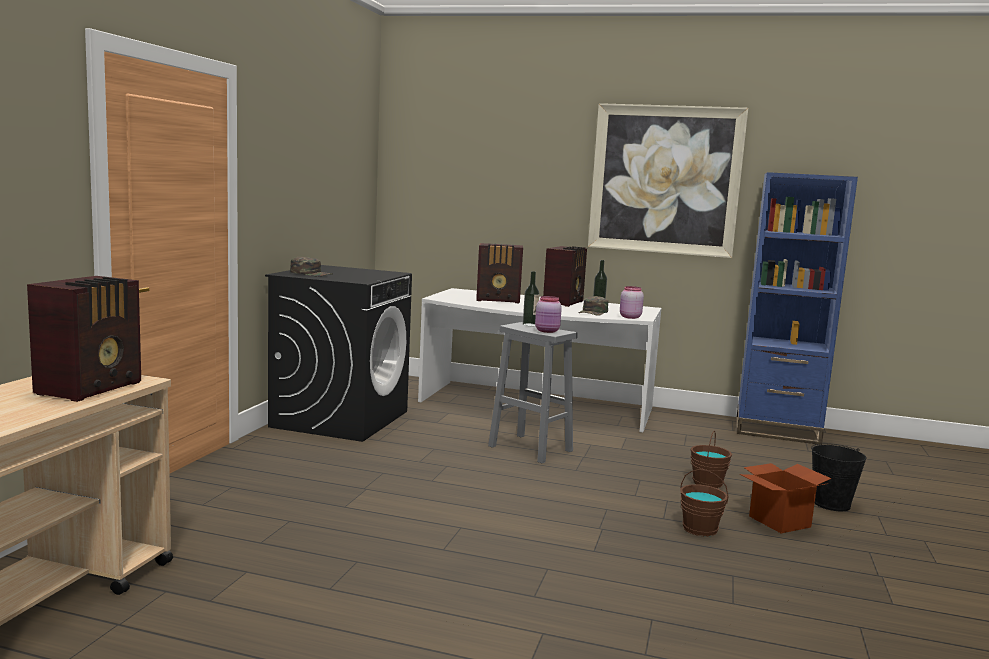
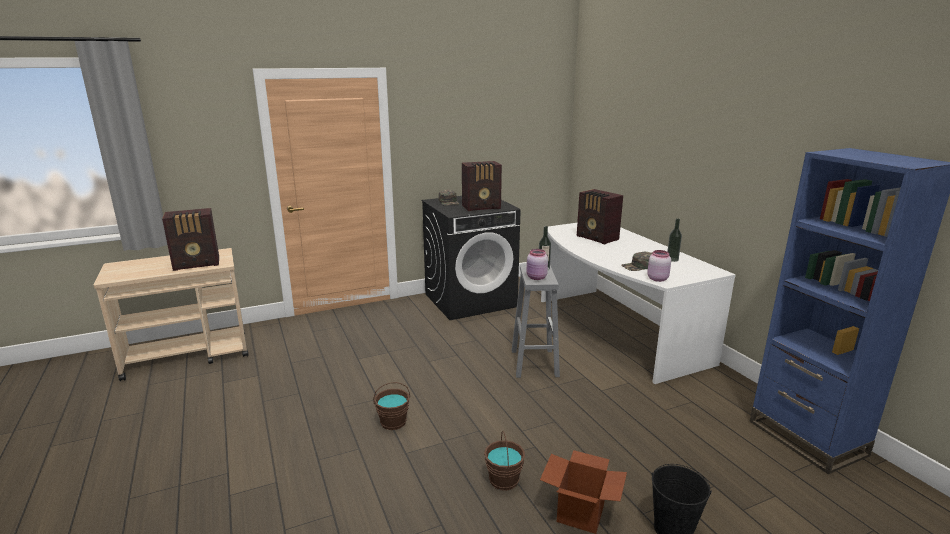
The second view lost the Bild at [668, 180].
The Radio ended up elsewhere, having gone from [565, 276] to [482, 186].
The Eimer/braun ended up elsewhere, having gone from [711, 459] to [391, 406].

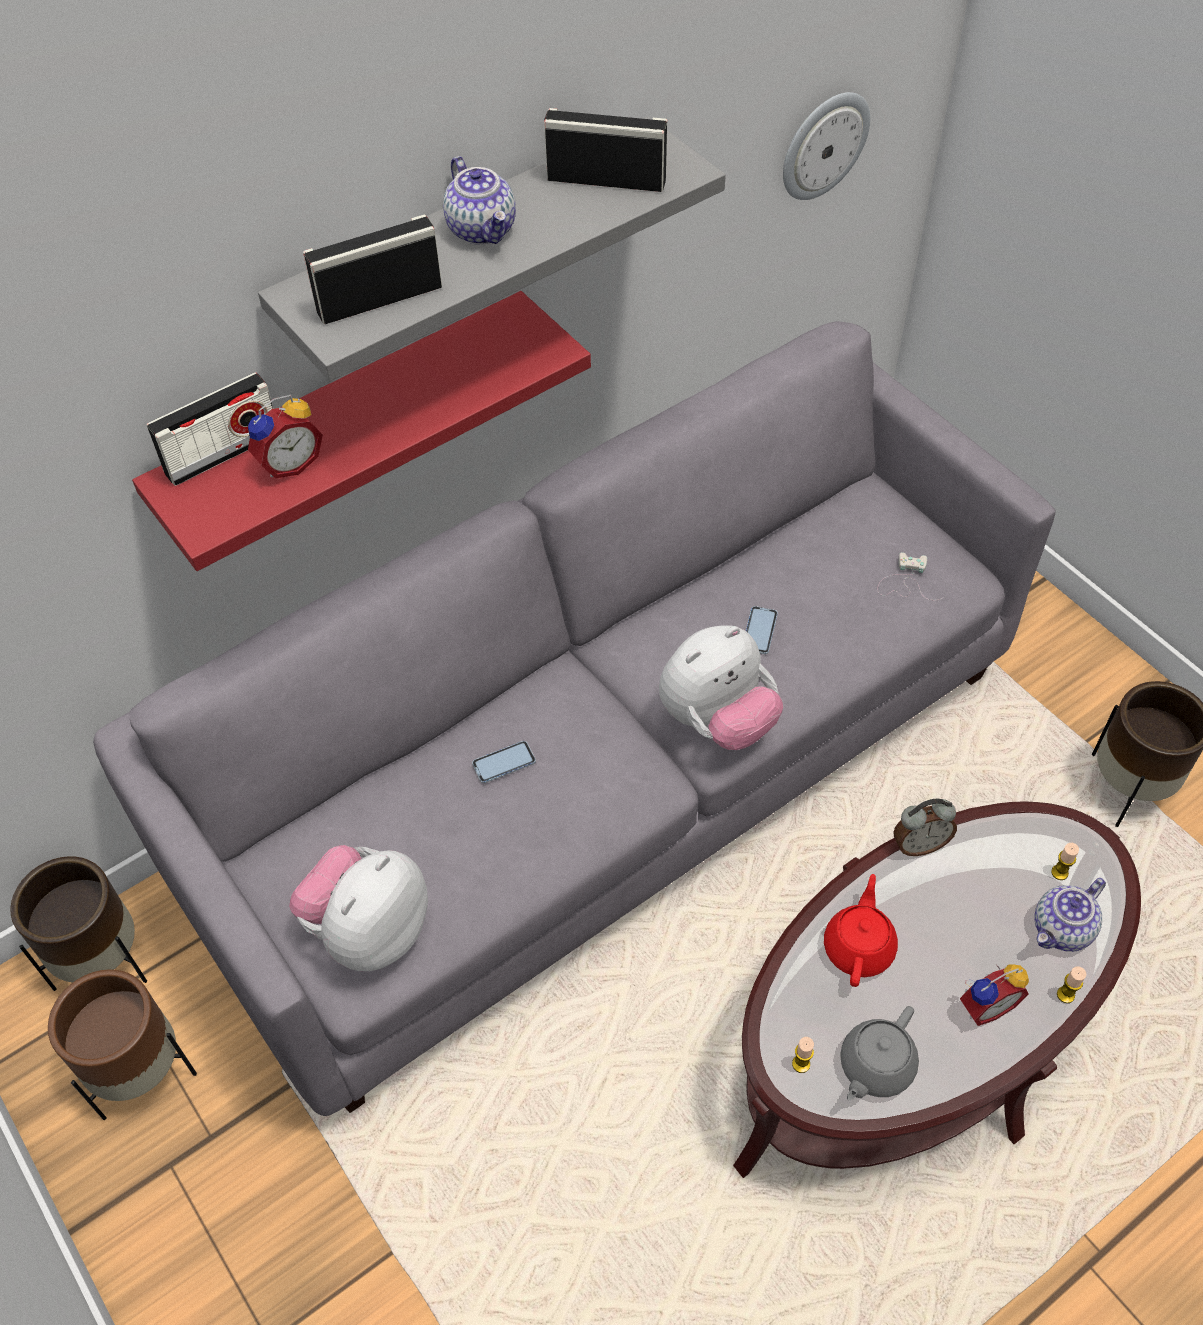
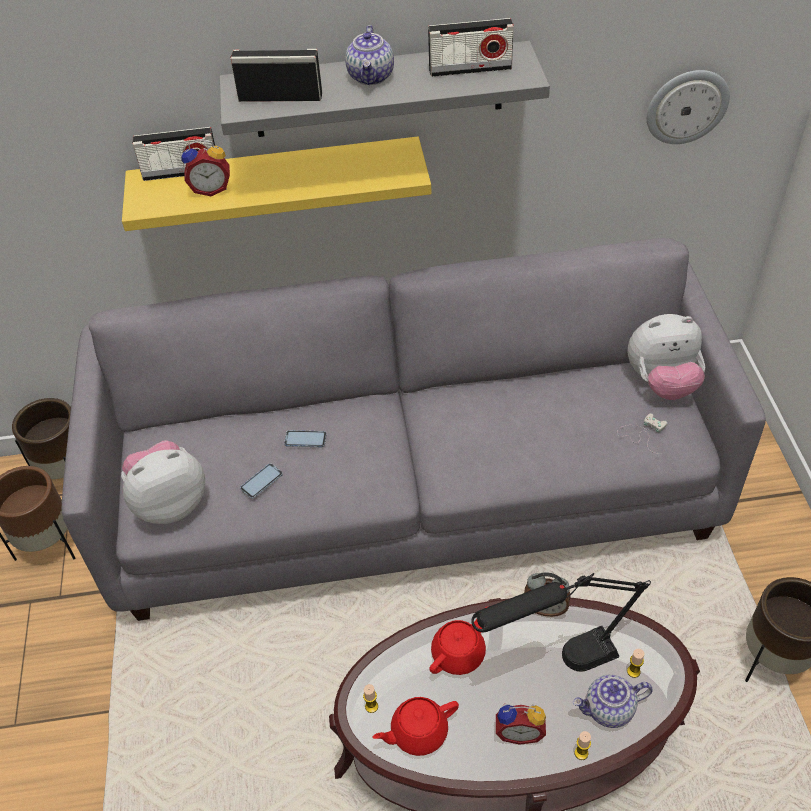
The Radio at [605, 150] ended up facing another way, 135 degrees clockwise from before.
What was the Wandregal/rot at [361, 431] turned into the Wandregal/gelb at [276, 184].
The Handy ended up elsewhere, having gone from [762, 630] to [261, 481].
The Plüschtier ended up elsewhere, having gone from [721, 687] to [666, 357].
What was the Teekanne/grau at [879, 1053] turned into the Teekanne/rot at [415, 726].
The second view gained the Tischlampe/schwarz at [561, 622].

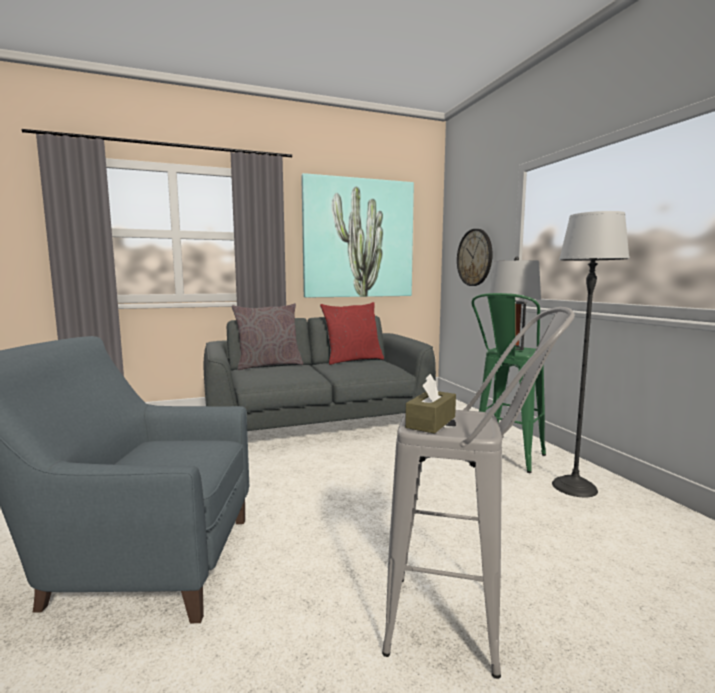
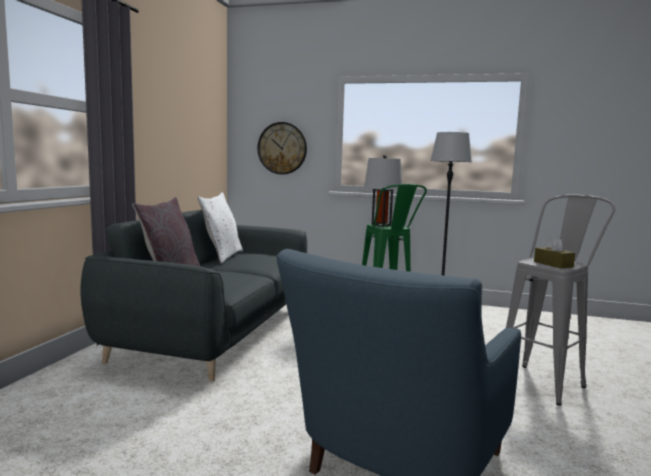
The second view lost the Bild at [357, 235].
What was the Kissen/rot at [352, 333] turned into the Kissen/weiß at [220, 227].

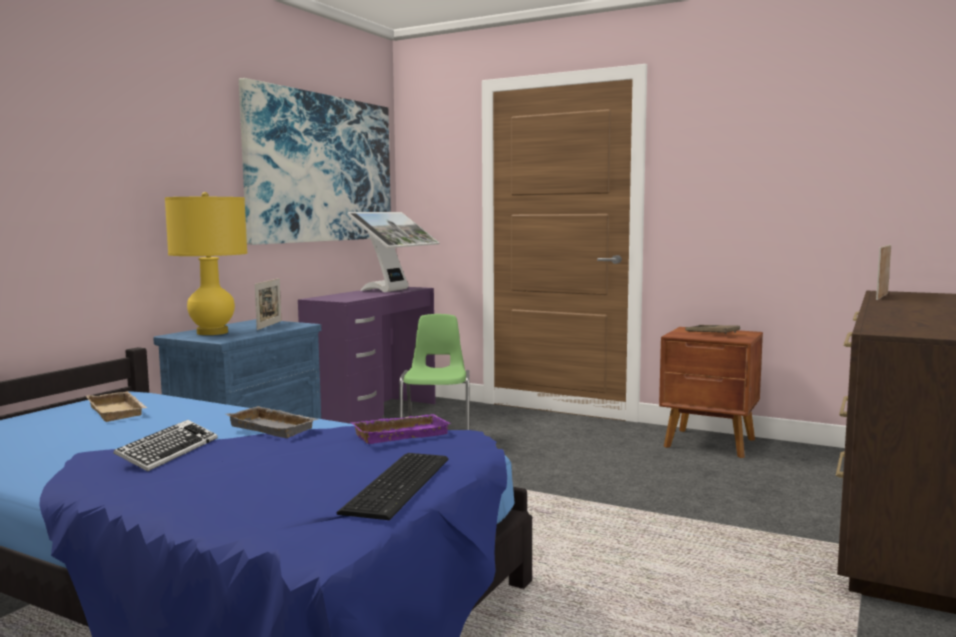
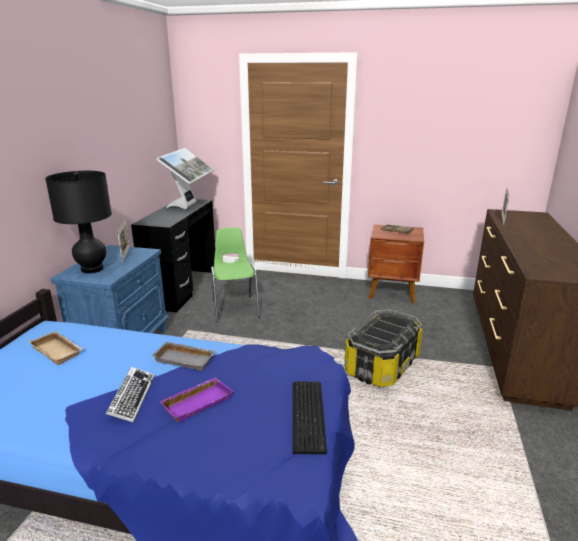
The second view lost the Bild at [315, 161].
What was the Tischlampe/gelb at [206, 263] turned into the Tischlampe/schwarz at [78, 222].
What was the Schreibtisch/lila at [366, 355] turned into the Schreibtisch/schwarz at [173, 255].
The Tablett/lila ended up elsewhere, having gone from [401, 429] to [196, 400].
The second view gained the Aufbewahrungsbox at [383, 348].

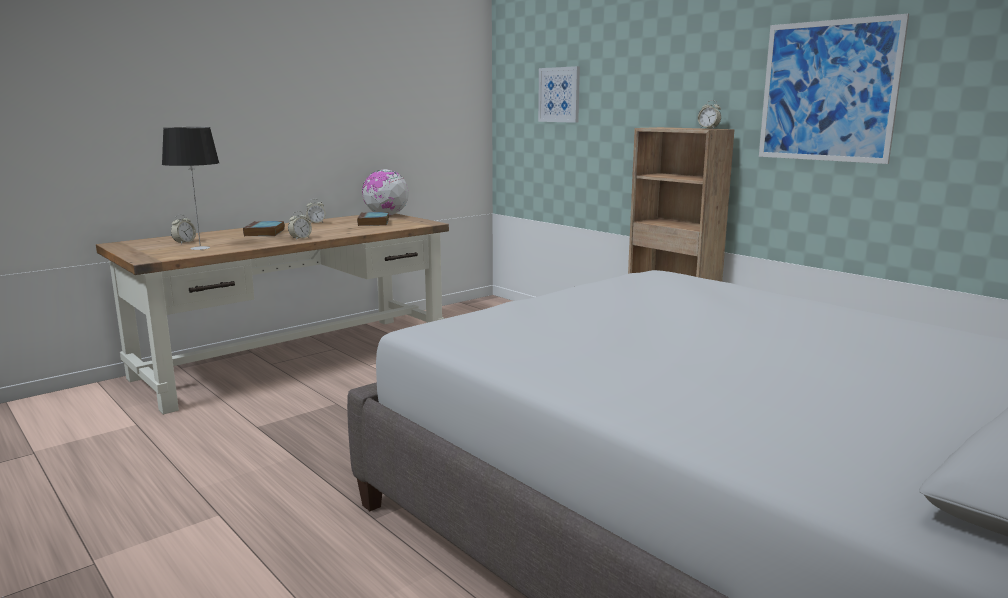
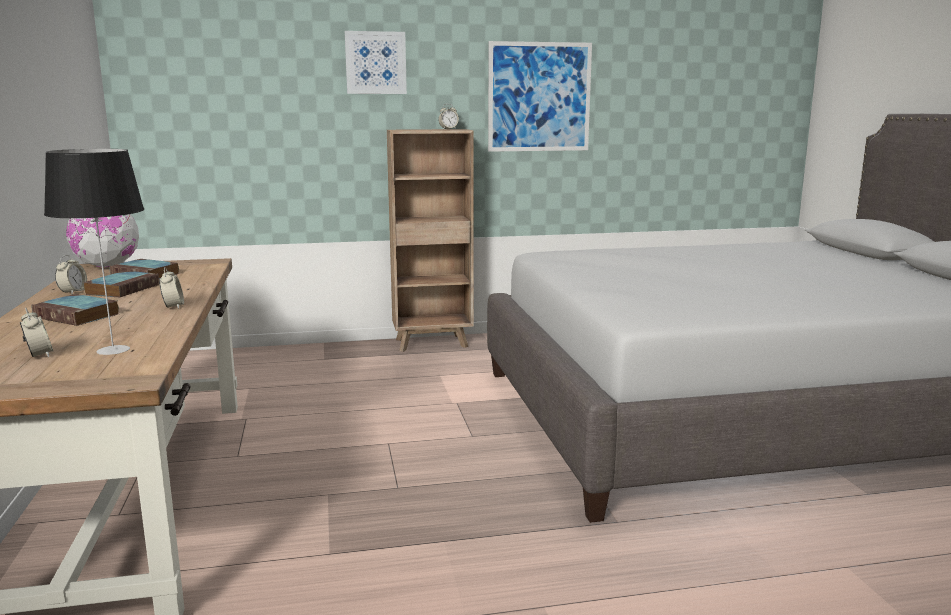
The Bild ended up elsewhere, having gone from [559, 94] to [376, 62].
The second view gained the Buch at [121, 284].

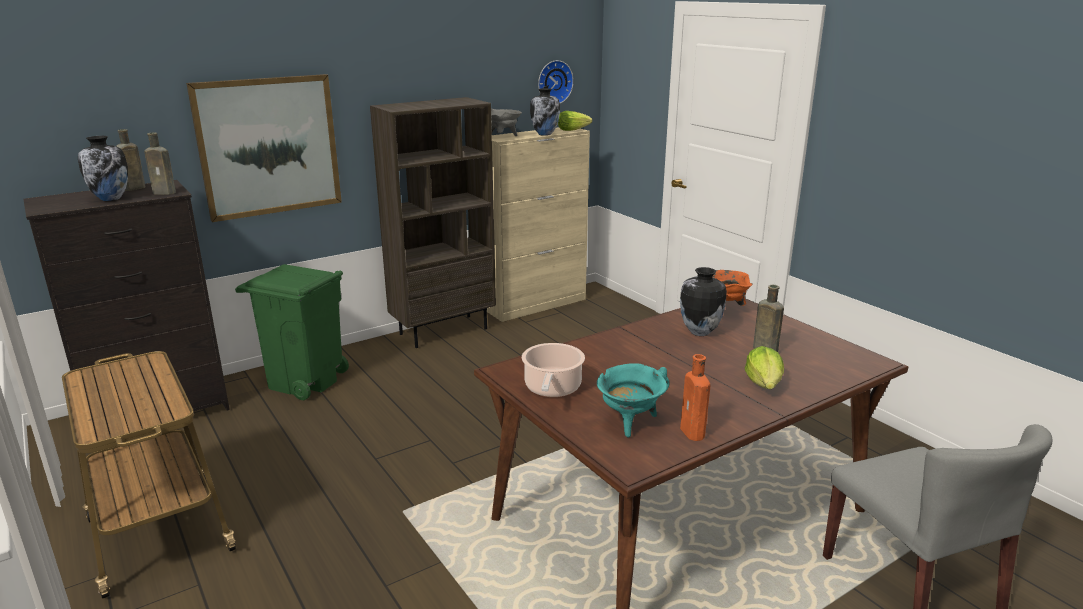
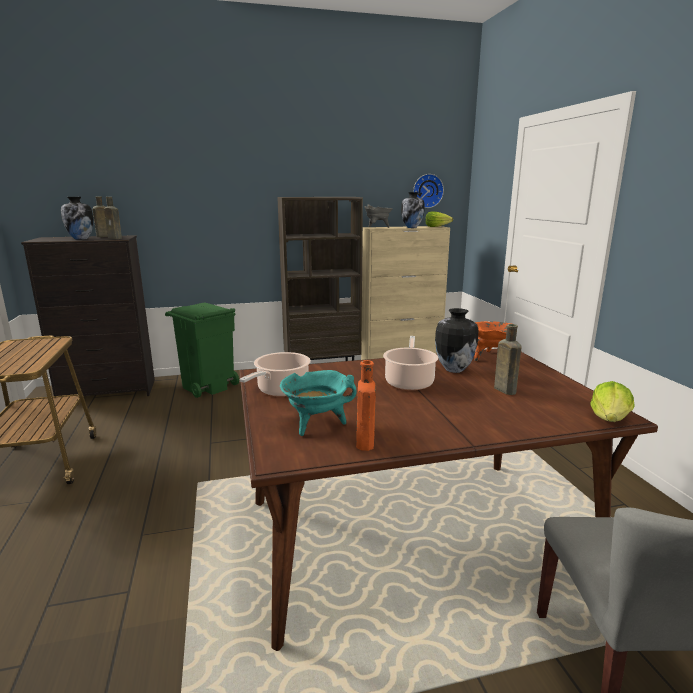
The second view lost the Bild at [264, 148].
The Salatkopf ended up elsewhere, having gone from [764, 367] to [612, 401].
The second view gained the Kochtopf at [410, 363].

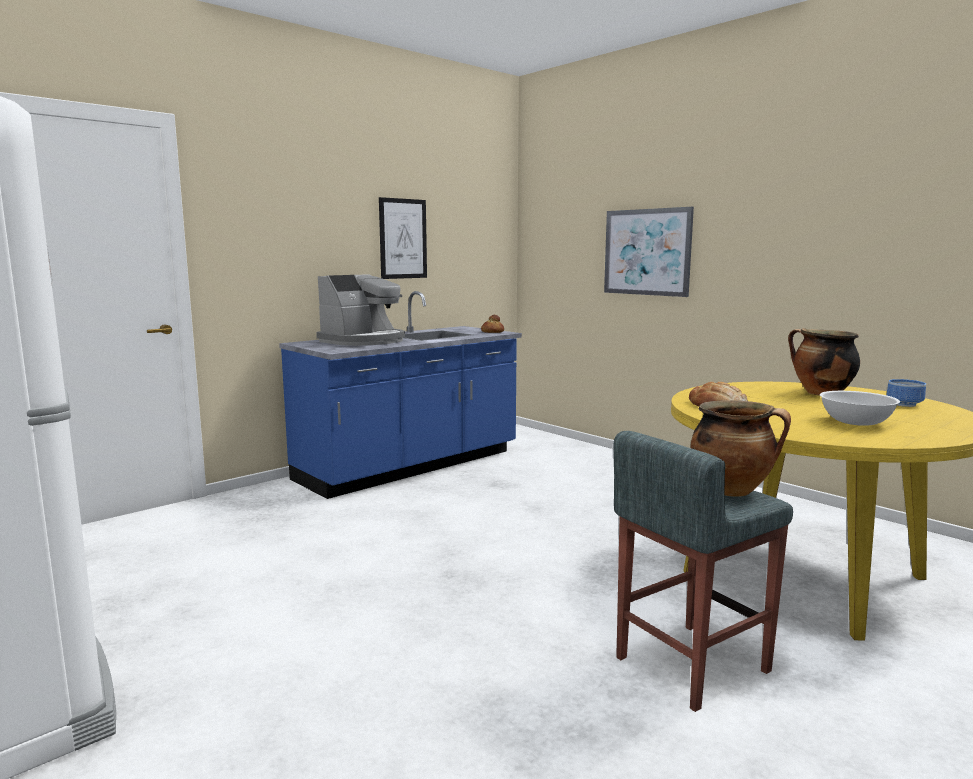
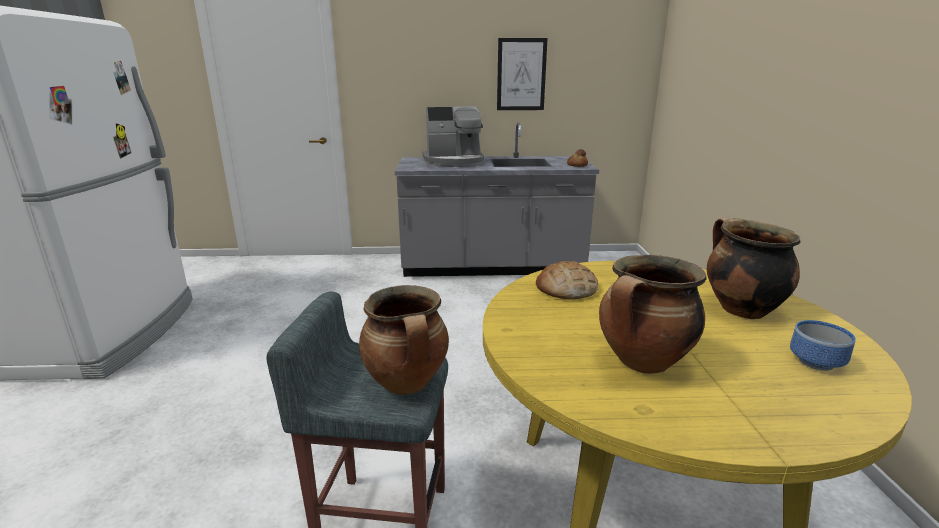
The second view lost the Bild at [649, 252].
What was the Küchenzeile/blau at [400, 395] turned into the Küchenzeile/grau at [497, 199].
Where the Schüssel/weiß stood at [860, 408], the Kochtopf came to stand at [653, 314].

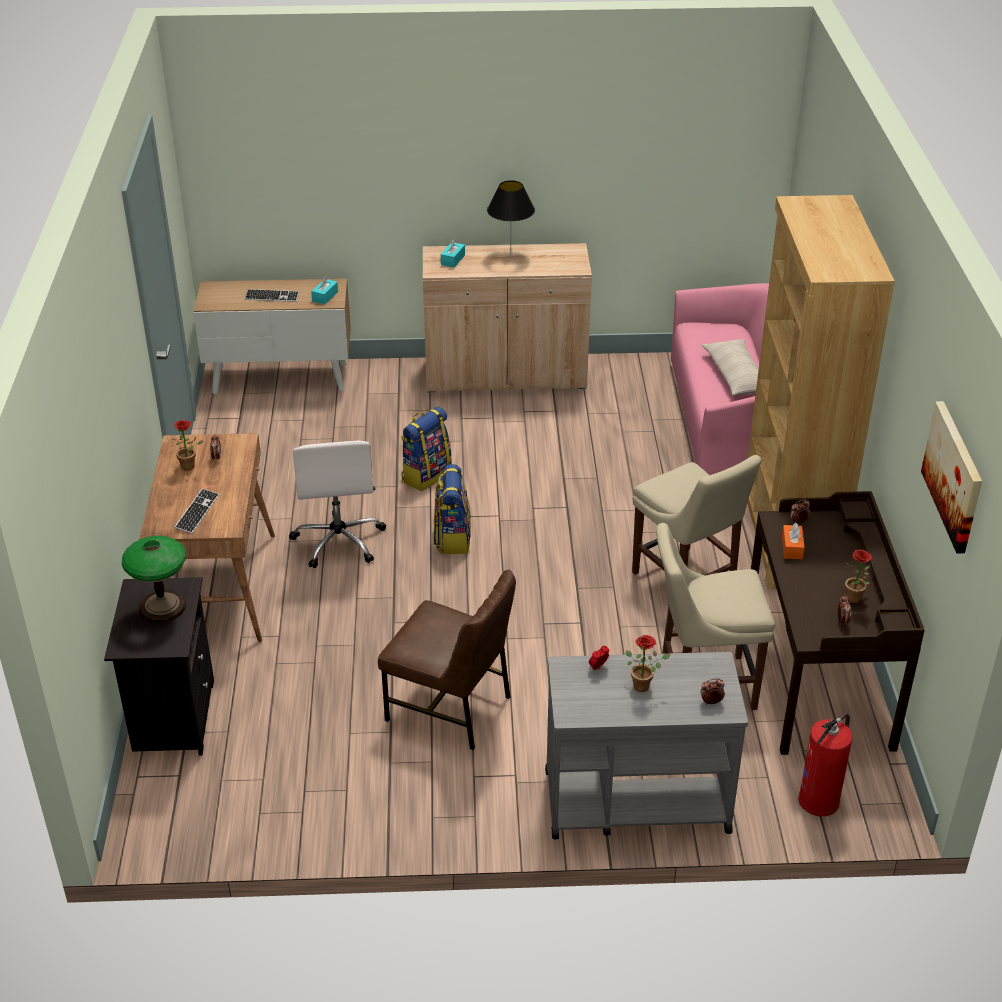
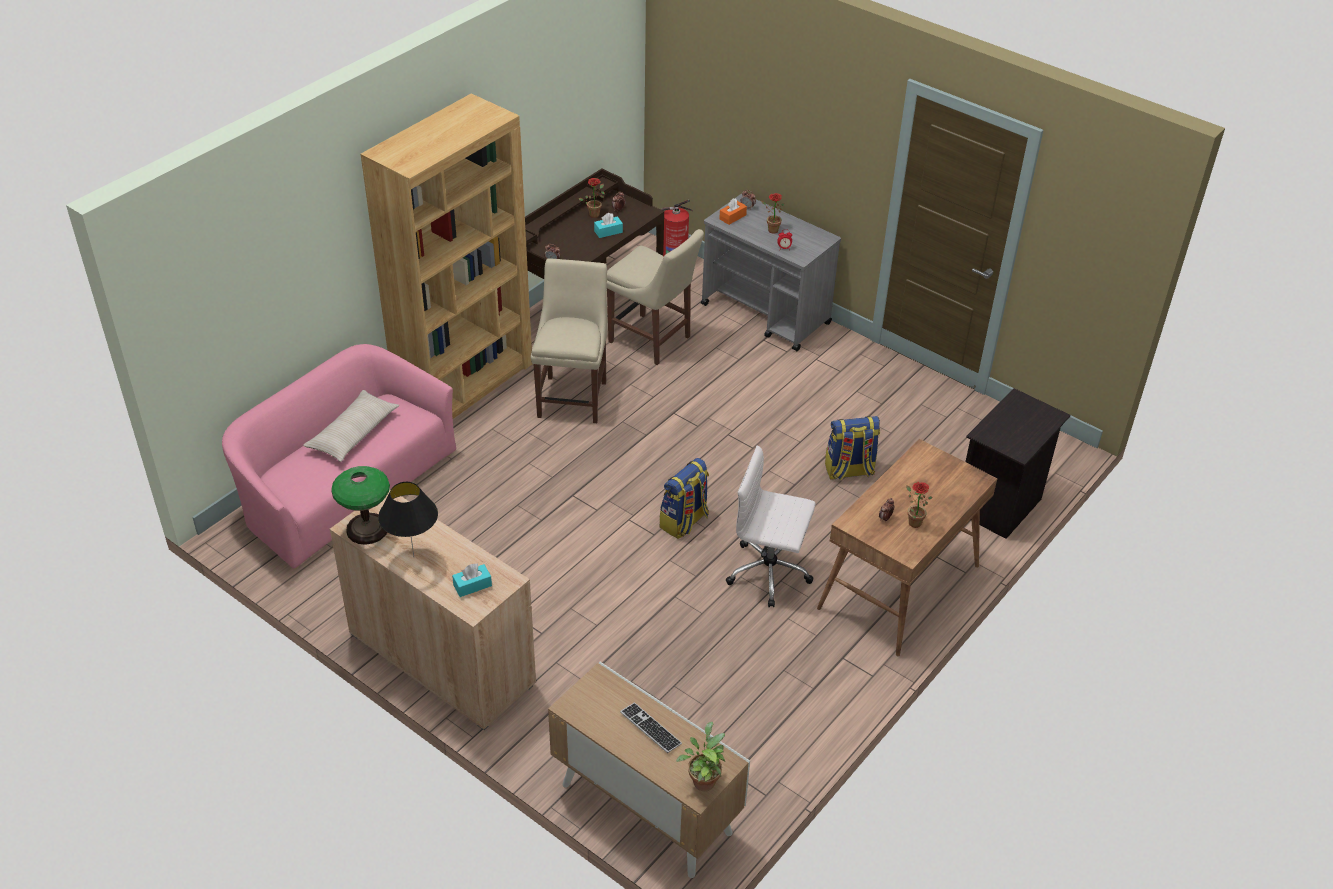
The Taschentuchbox/türkis ended up elsewhere, having gone from [324, 290] to [608, 225].
The second view lost the Bild at [951, 477].
The Rucksack ended up elsewhere, having gone from [426, 449] to [852, 448].
The Bürostuhl/weiß at [337, 504] ended up facing another way, 105 degrees counterclockwise from before.
The second view lost the Tastatur at [196, 511].
The Taschentuchbox/orange ended up elsewhere, having gone from [793, 540] to [733, 211].
The Tischlampe ended up elsewhere, having gone from [154, 579] to [360, 505].
The second view lost the Stuhl/braun at [447, 660].
The second view gained the Topfpflanze at [700, 757].

